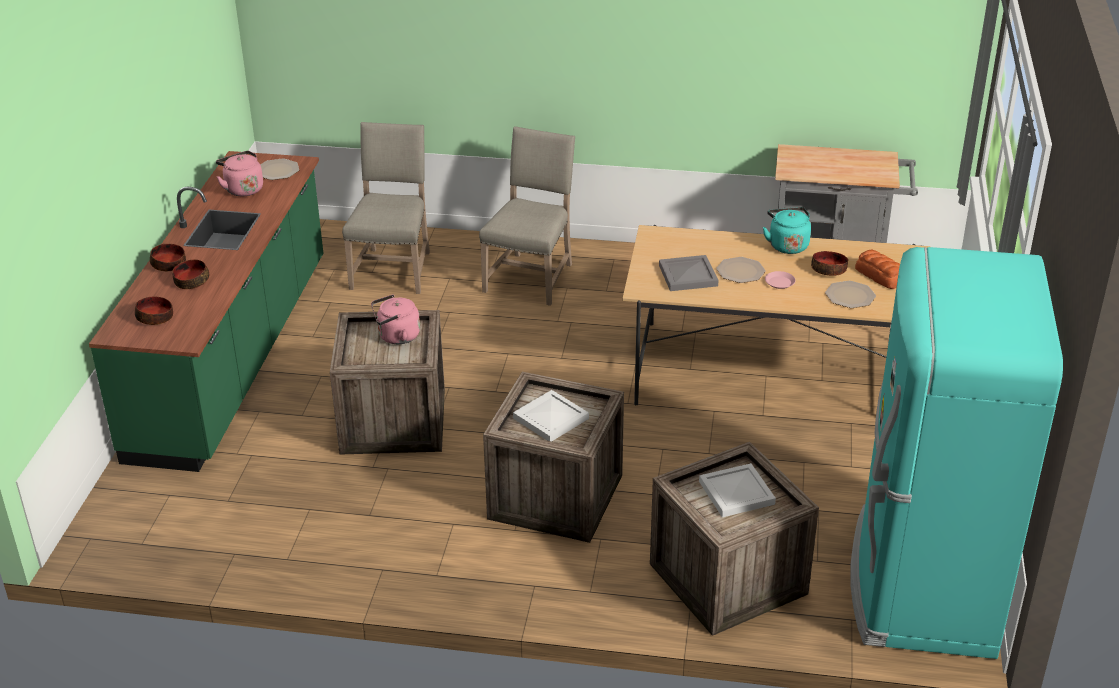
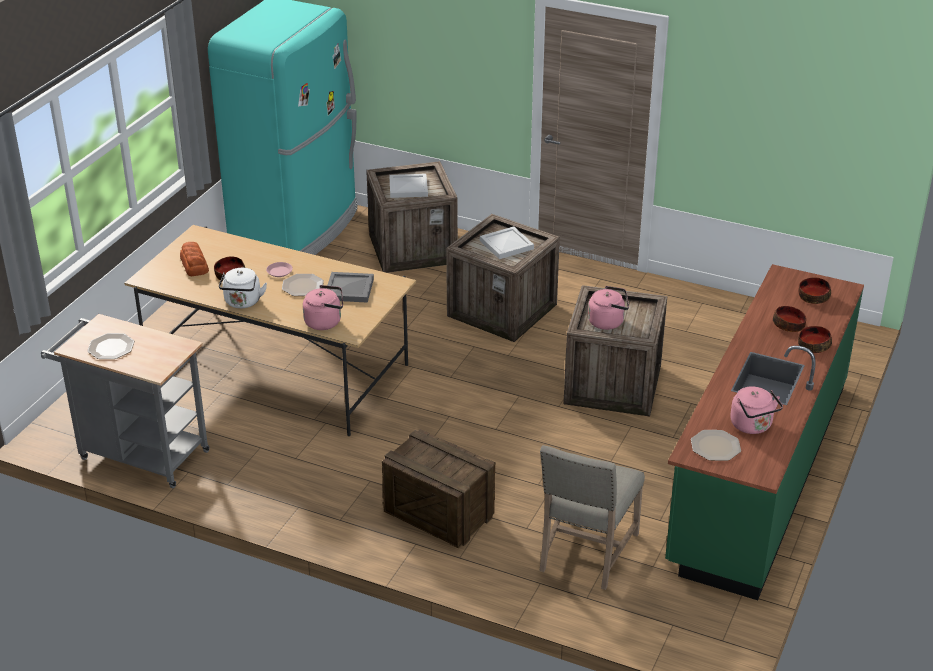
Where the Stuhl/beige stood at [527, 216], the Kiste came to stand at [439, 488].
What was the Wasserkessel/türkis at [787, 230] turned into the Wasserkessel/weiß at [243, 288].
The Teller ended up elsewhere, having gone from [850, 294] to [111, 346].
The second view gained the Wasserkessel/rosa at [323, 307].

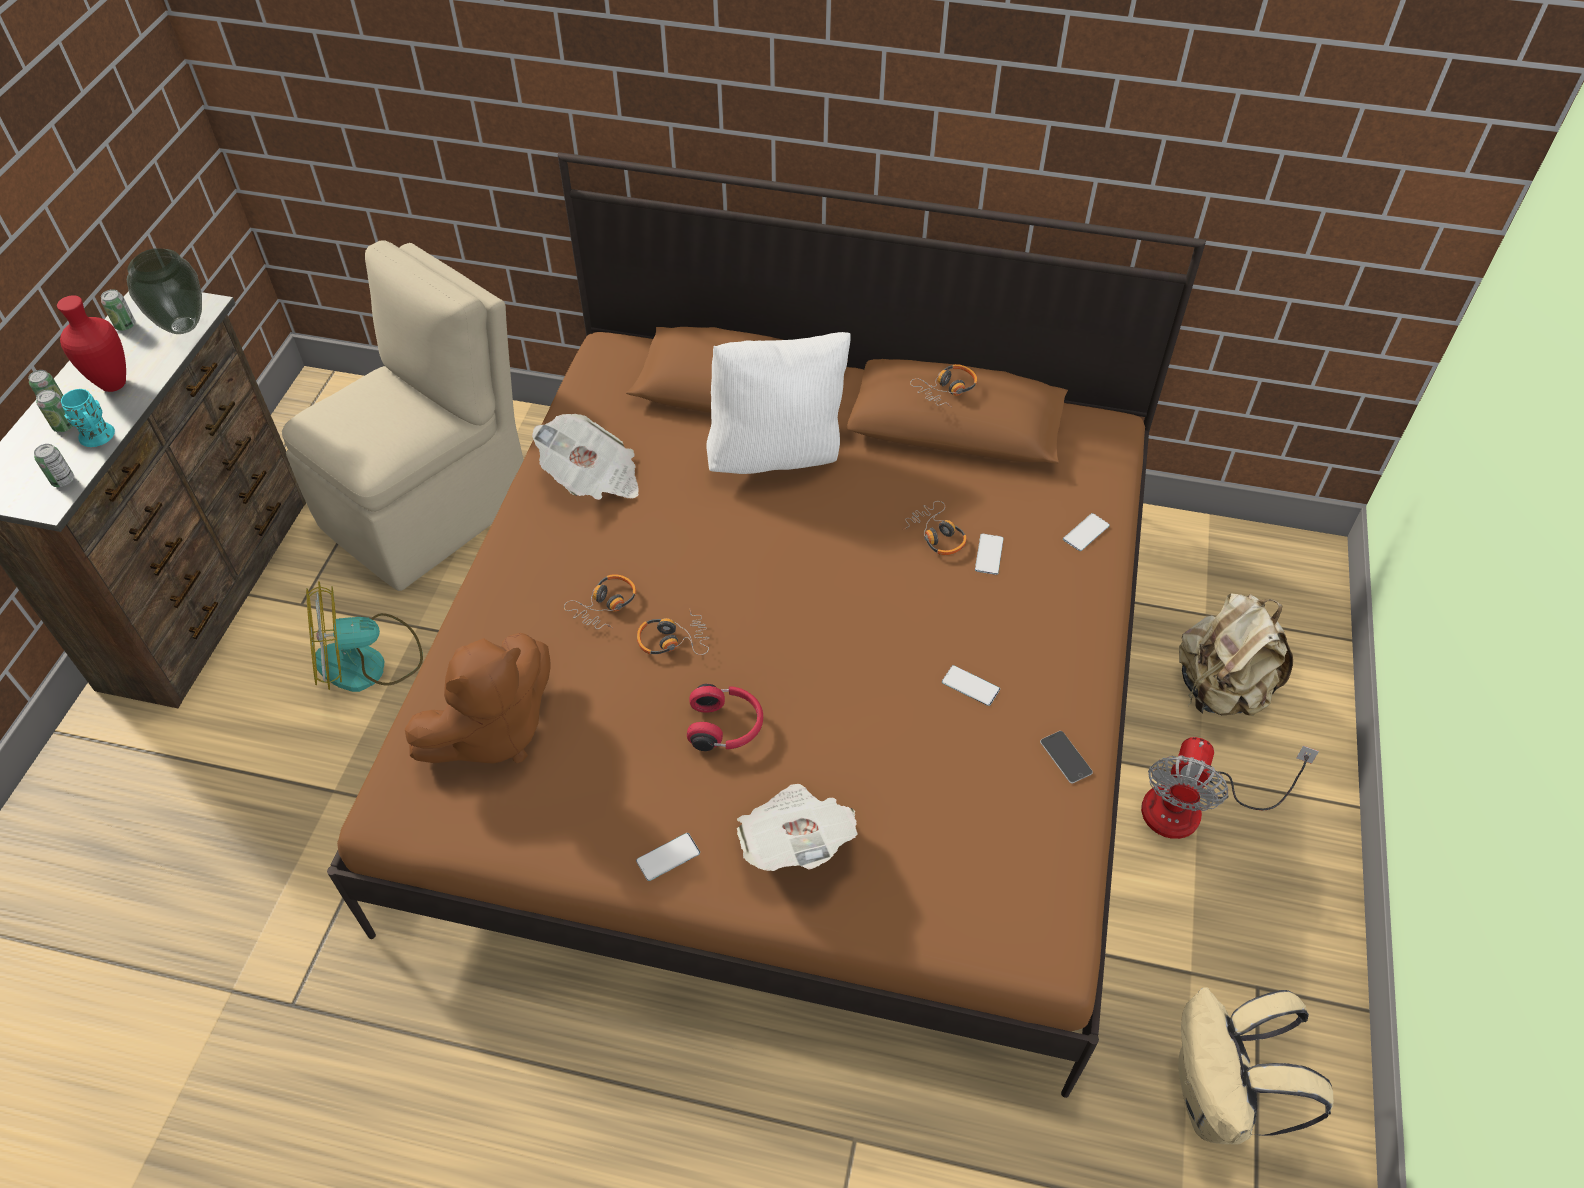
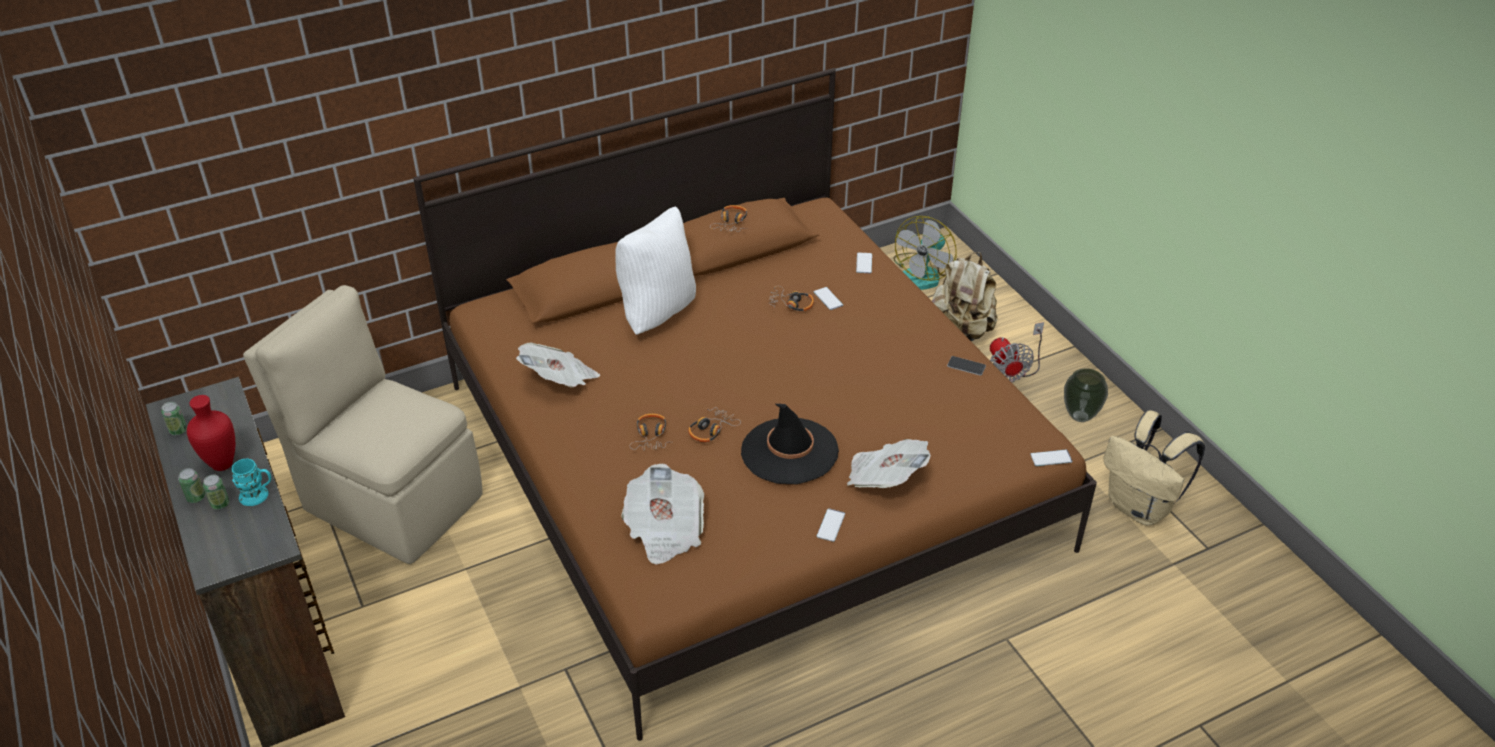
The Stuhl/beige at [403, 415] ended up facing another way, 60 degrees counterclockwise from before.
The Vase ended up elsewhere, having gone from [164, 291] to [1086, 395].
The second view lost the Dose at [54, 465].
The Ventilator ended up elsewhere, having gone from [364, 636] to [924, 253].
Where the Plüschtier/braun stood at [478, 698], the Zeitung came to stand at [662, 514].
The Handy ended up elsewhere, having gone from [971, 685] to [1051, 458].
Where the Kopfhörer/rot stood at [725, 717], the Hut/schwarz came to stand at [790, 443].

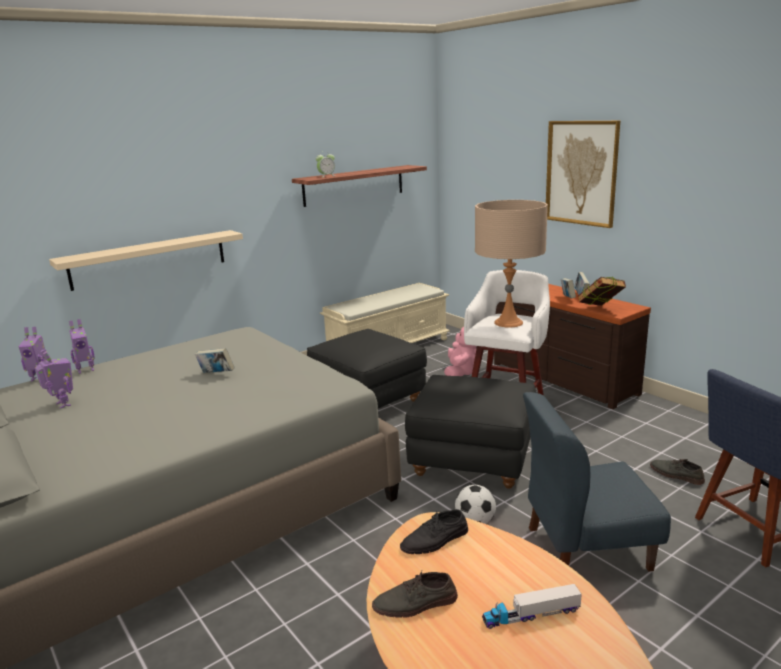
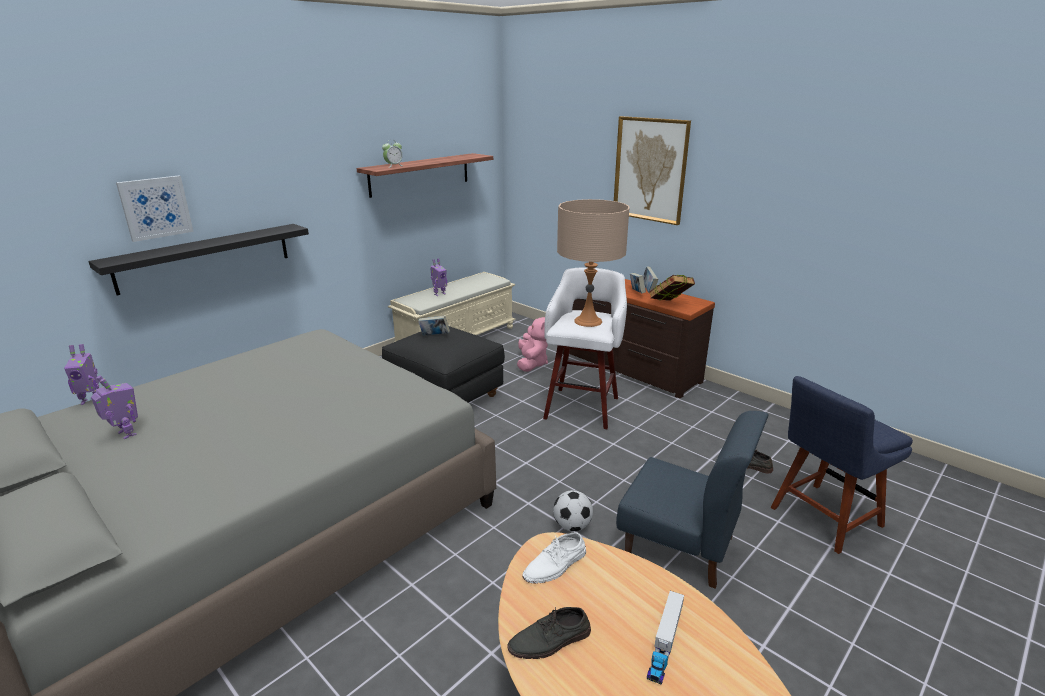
What was the Wandregal/beige at [146, 260] turned into the Wandregal/schwarz at [198, 259].
The Spielzeugroboter ended up elsewhere, having gone from [82, 346] to [438, 277].
The Buch ended up elsewhere, having gone from [215, 360] to [434, 326].
The second view lost the Polsterhocker/schwarz at [470, 432].
The Stuhl/blau at [597, 482] ended up facing another way, 135 degrees counterclockwise from before.
What was the Schuh/schwarz at [434, 531] turned into the Schuh/weiß at [554, 558].
The Spielzeuglaster at [532, 606] ended up facing another way, 45 degrees counterclockwise from before.
The second view gained the Bild at [155, 209].

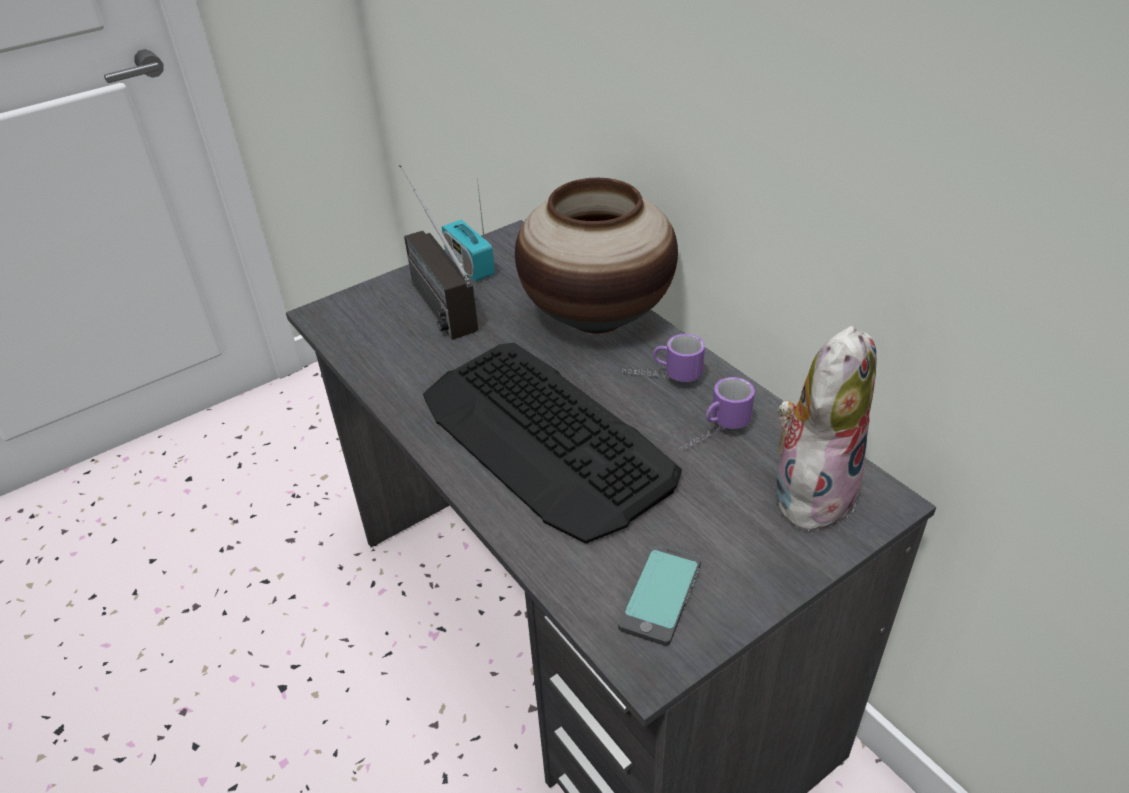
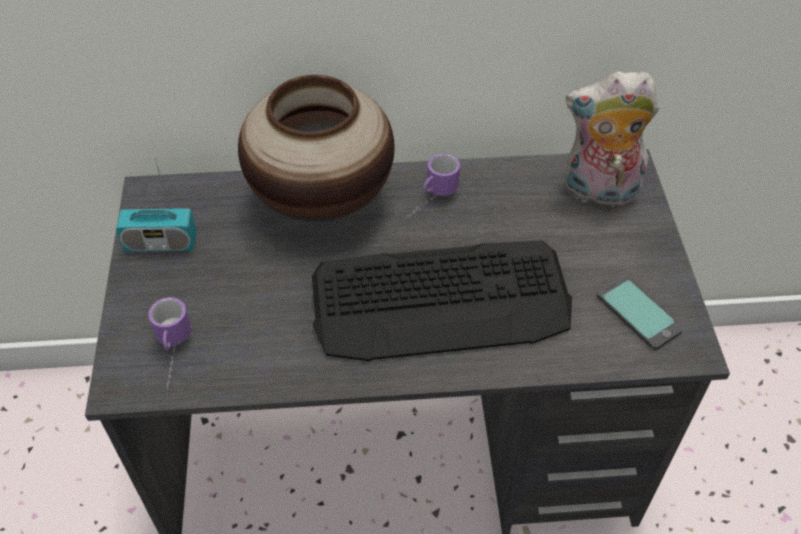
The second view lost the Radio at [438, 252].
The Plüschtier at [826, 432] ended up facing another way, 60 degrees counterclockwise from before.
The Henkelbecher ended up elsewhere, having gone from [717, 414] to [170, 343].

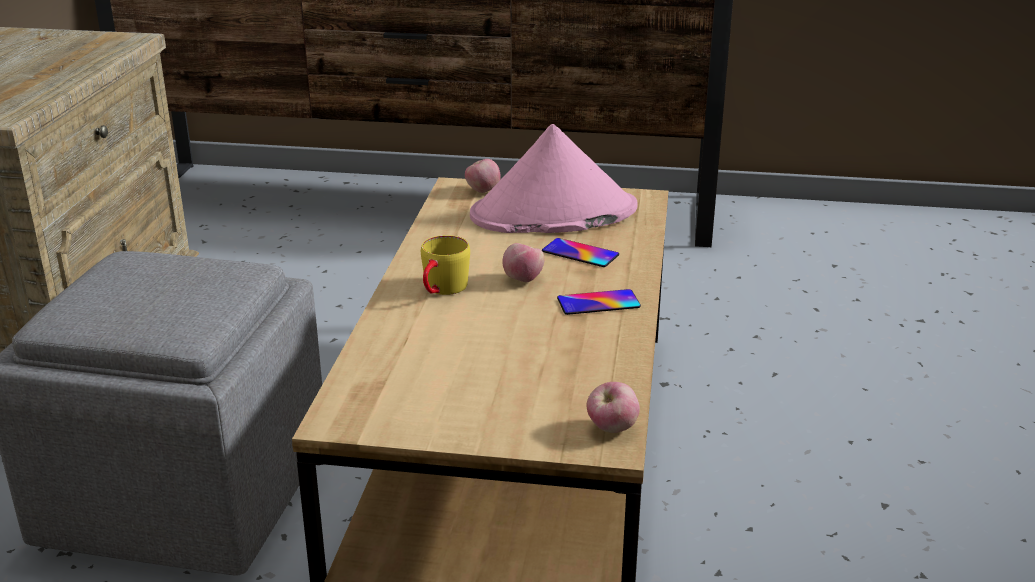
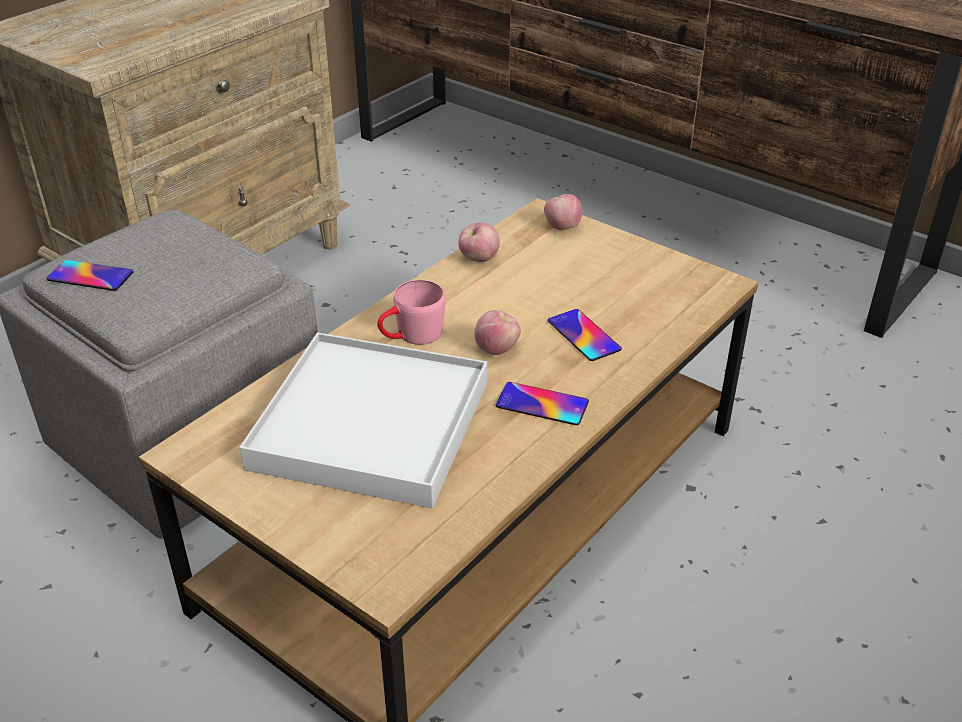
The second view lost the Hut/rosa at [553, 178].
What was the Henkelbecher/gelb at [445, 265] turned into the Henkelbecher/rosa at [411, 312].
The Apfel ended up elsewhere, having gone from [613, 407] to [479, 242].
The second view gained the Handy at [90, 275].
The second view gained the Tablett/weiß at [363, 420].

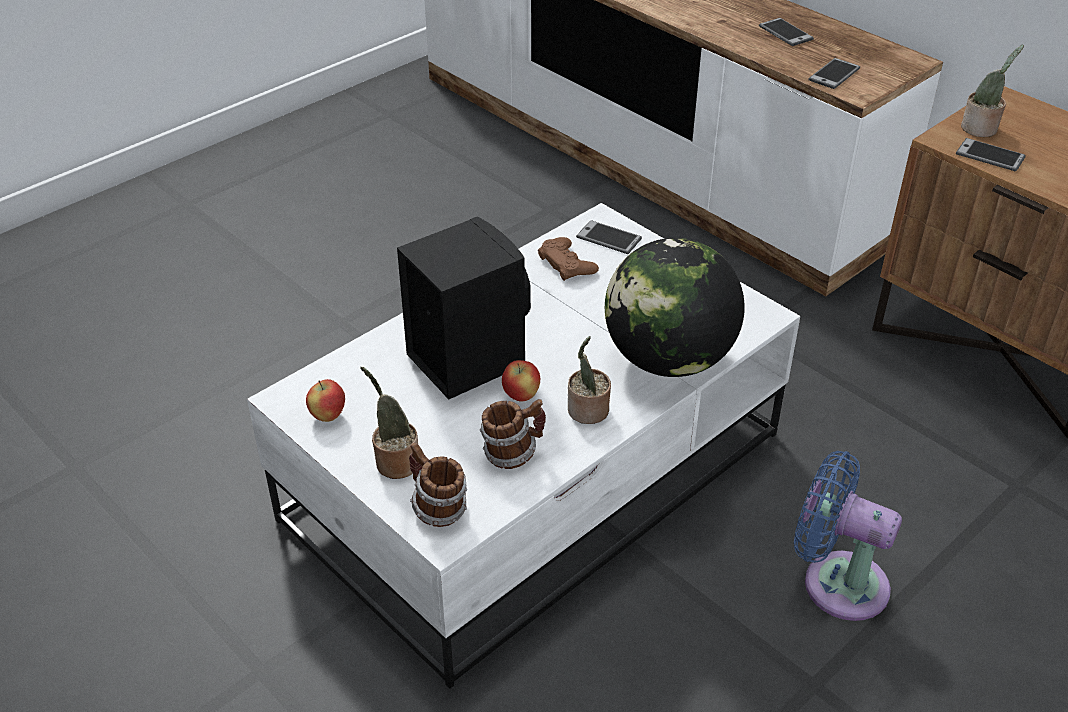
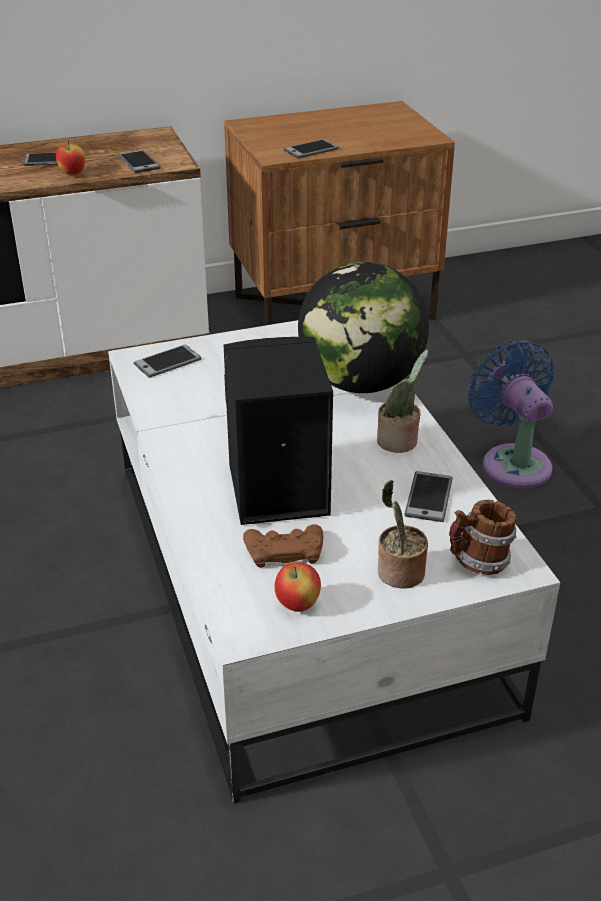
The second view lost the Topfpflanze at [992, 90].
The Gamepad/braun ended up elsewhere, having gone from [568, 259] to [283, 546].
The Apfel ended up elsewhere, having gone from [521, 381] to [70, 158].
Where the Henkelbecher stood at [513, 434], the Handy came to stand at [428, 496].
The Ventilator/blau at [848, 536] ended up facing another way, 105 degrees clockwise from before.

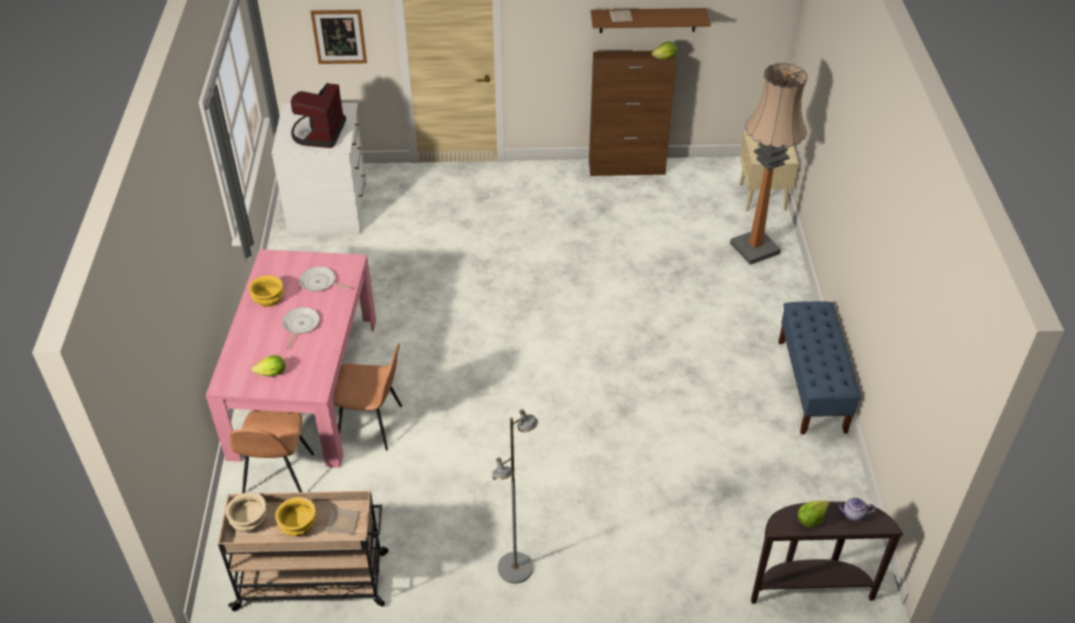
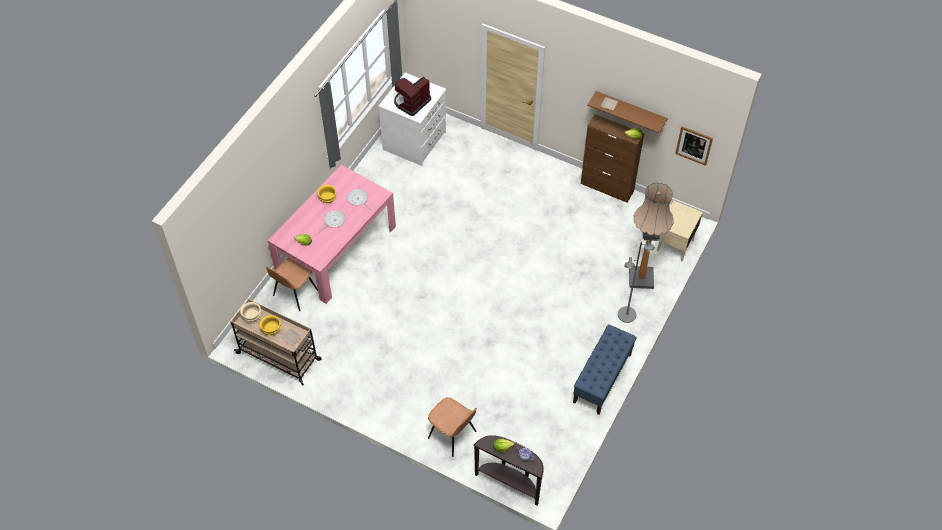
The Bild ended up elsewhere, having gone from [338, 37] to [694, 146].
The Stuhl/braun ended up elsewhere, having gone from [367, 397] to [452, 427].
The Stehlampe/grau ended up elsewhere, having gone from [515, 496] to [636, 281].

